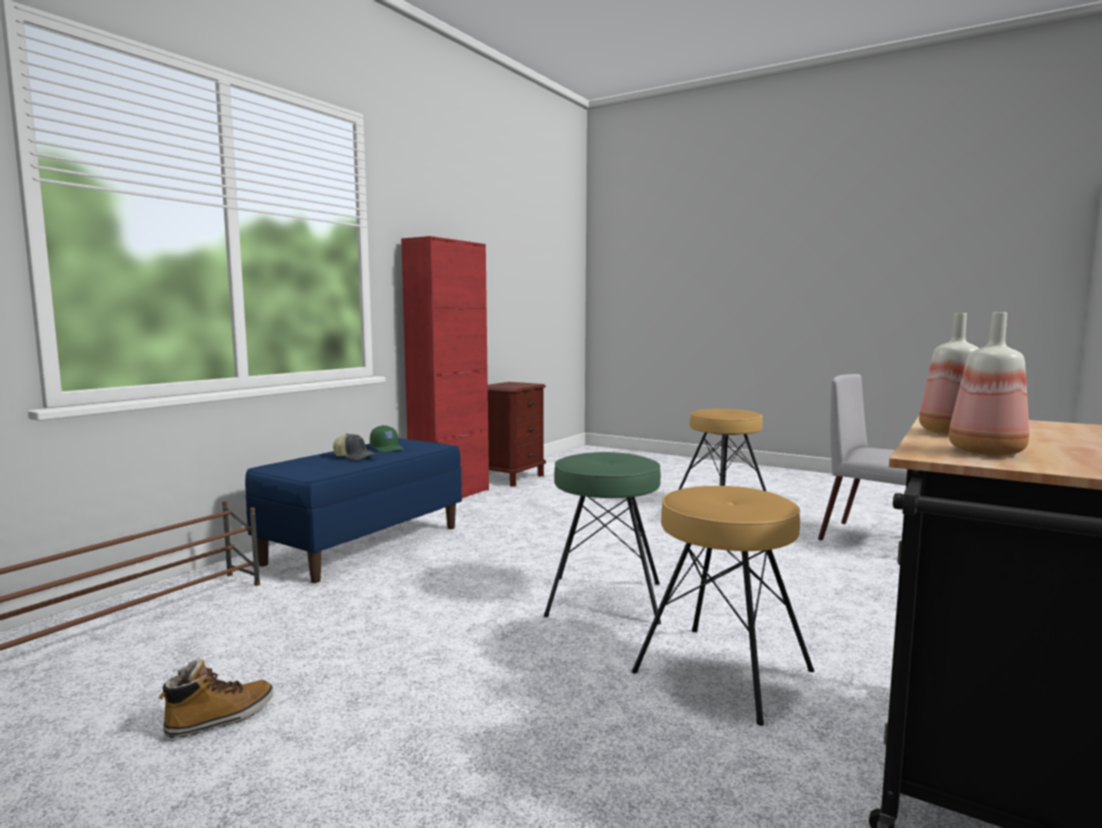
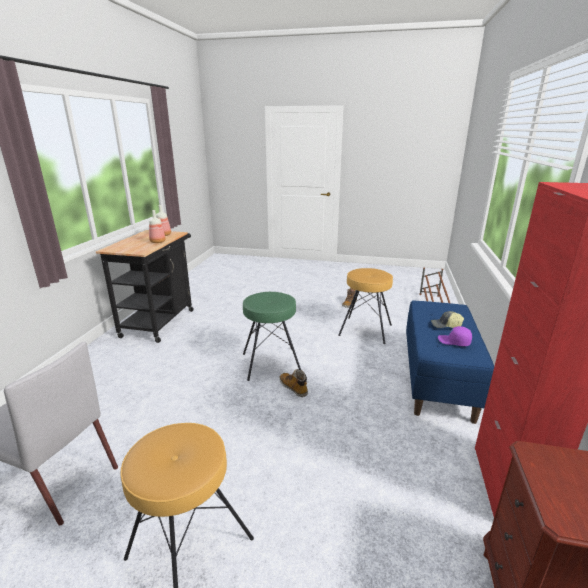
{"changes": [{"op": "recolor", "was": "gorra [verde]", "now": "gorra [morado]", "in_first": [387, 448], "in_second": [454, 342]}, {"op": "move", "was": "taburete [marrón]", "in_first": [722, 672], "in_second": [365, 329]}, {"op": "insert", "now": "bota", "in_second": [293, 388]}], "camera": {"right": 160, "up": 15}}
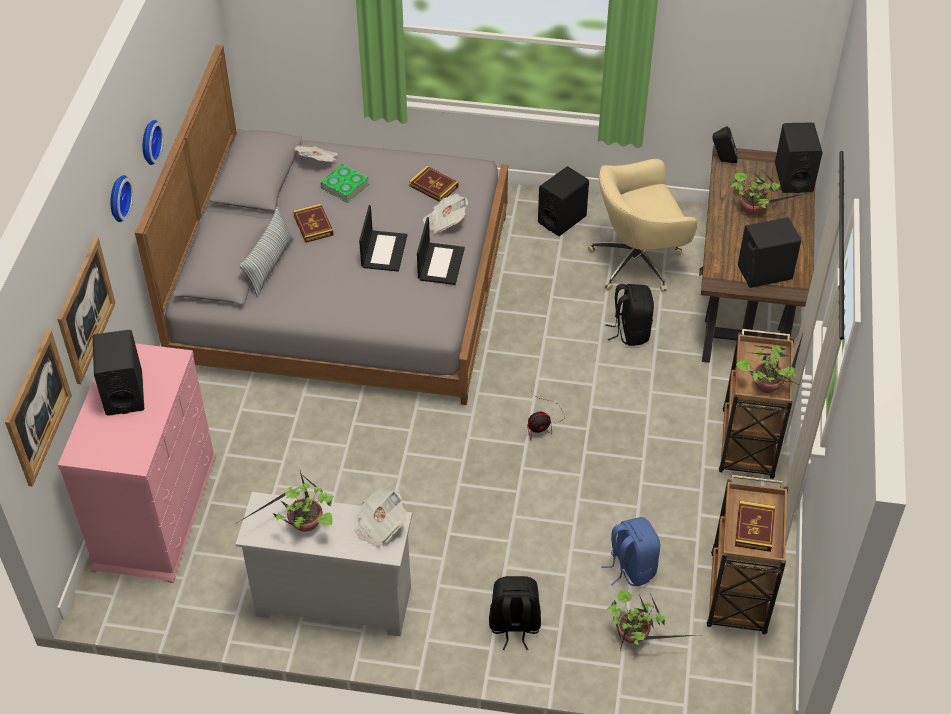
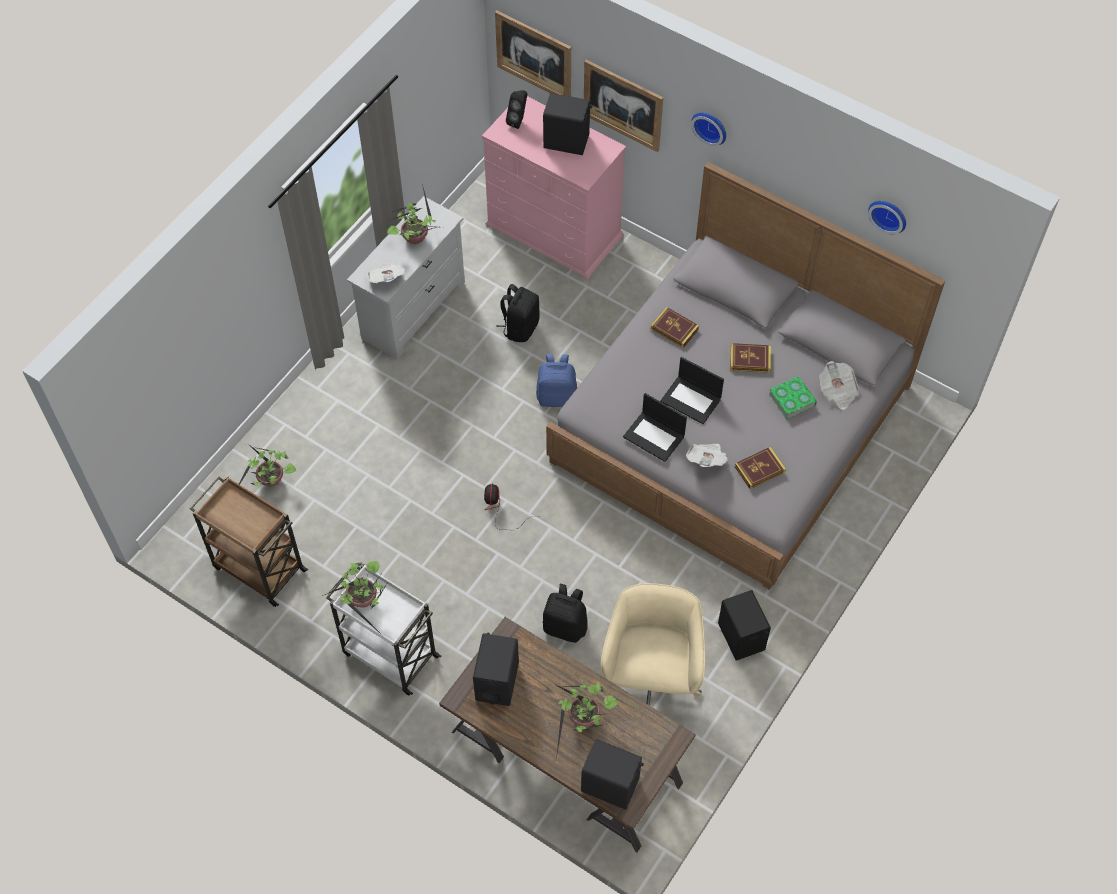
{"changes": [{"op": "move", "was": "reloj de pared", "in_first": [148, 141], "in_second": [889, 214]}, {"op": "move", "was": "altavoz [negro]", "in_first": [723, 160], "in_second": [518, 121]}, {"op": "delete", "was": "cojín", "in_first": [269, 265]}, {"op": "recolor", "was": "carrito [marrón]", "now": "carrito [blanco]", "in_first": [747, 446], "in_second": [389, 654]}, {"op": "move", "was": "libro", "in_first": [754, 528], "in_second": [674, 329]}, {"op": "move", "was": "mochila [azul]", "in_first": [630, 568], "in_second": [557, 396]}, {"op": "move", "was": "mochila [negro]", "in_first": [514, 626], "in_second": [520, 327]}], "camera": {"right": 115, "up": 10}}
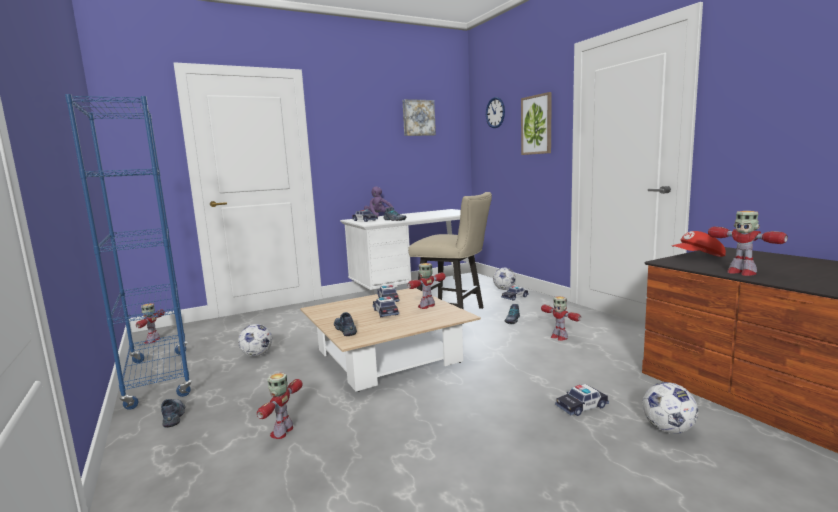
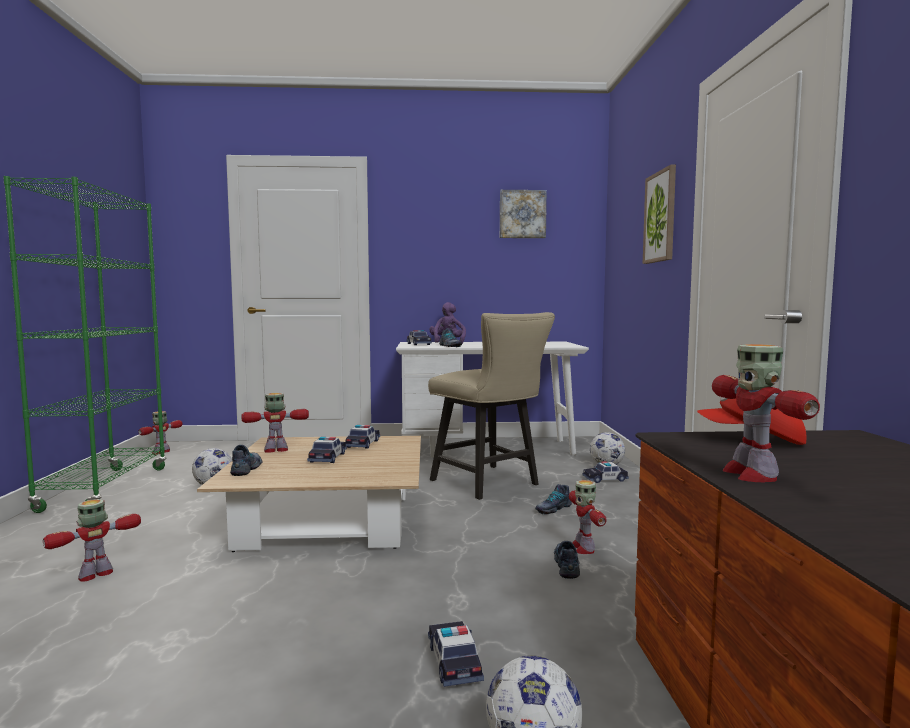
{"changes": [{"op": "recolor", "was": "estantería [azul]", "now": "estantería [verde]", "in_first": [159, 378], "in_second": [105, 489]}, {"op": "delete", "was": "reloj de pared", "in_first": [495, 112]}, {"op": "move", "was": "robot de juguete", "in_first": [427, 306], "in_second": [276, 450]}, {"op": "rotate", "was": "coche de juguete", "in_first": [582, 406], "in_second": [454, 661], "clockwise": 75}, {"op": "move", "was": "zapato", "in_first": [174, 416], "in_second": [567, 565]}], "camera": {"right": 25, "up": -5}}
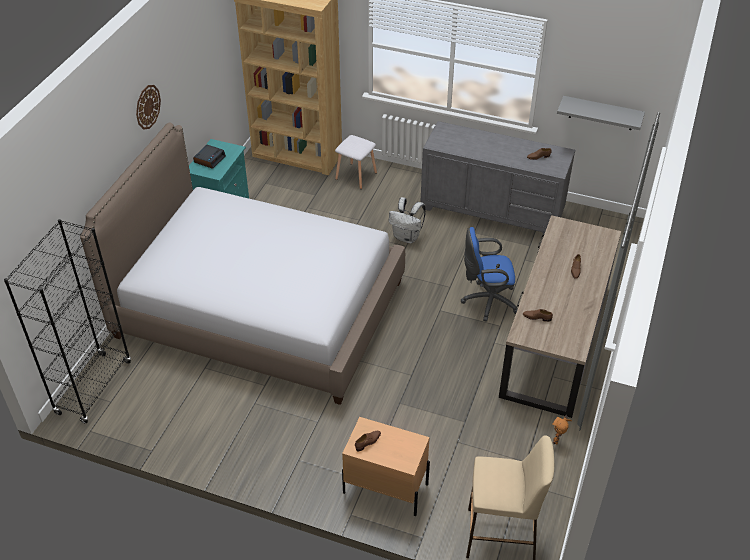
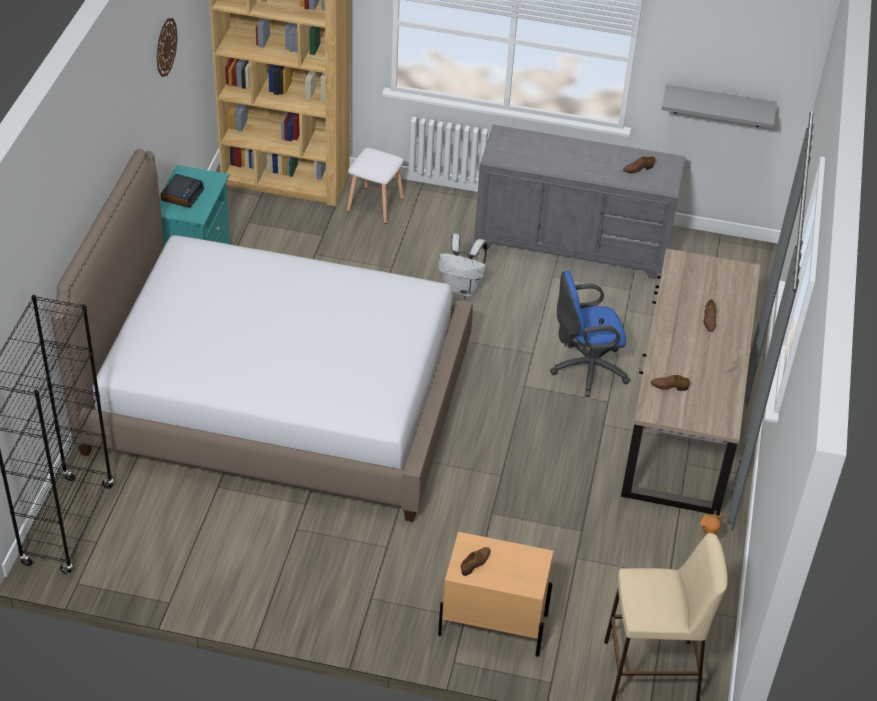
{"changes": [{"op": "move", "was": "reloj de pared", "in_first": [147, 107], "in_second": [165, 47]}], "camera": {"right": -10, "up": 0}}
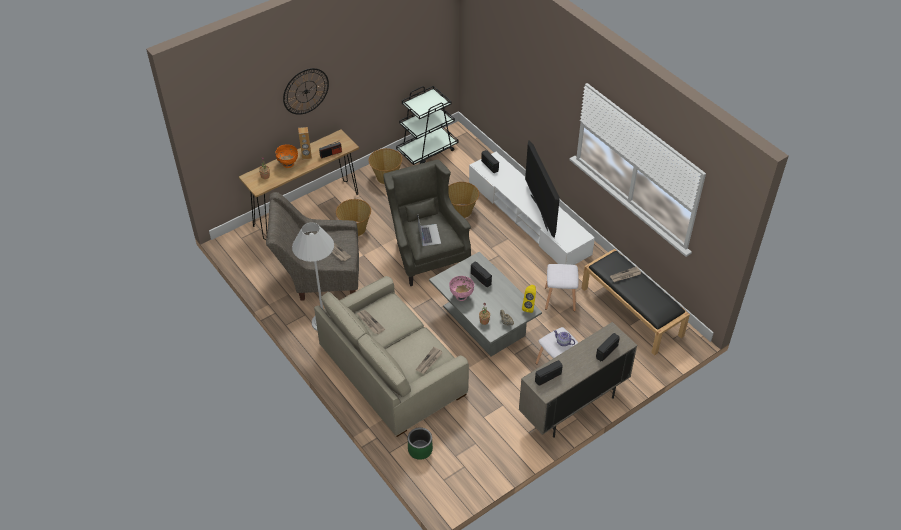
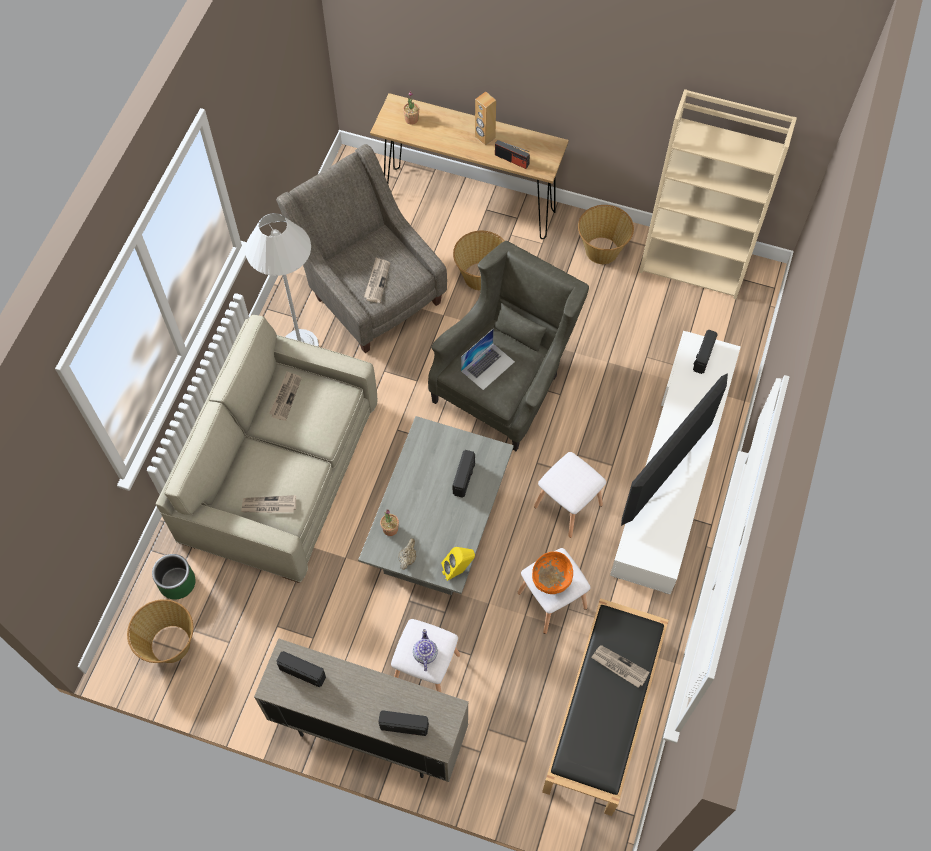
{"changes": [{"op": "delete", "was": "reloj de pared", "in_first": [306, 91]}, {"op": "replace", "was": "carrito [negro]", "now": "estantería [beis]", "in_first": [427, 150], "in_second": [695, 264]}, {"op": "move", "was": "cuenco [naranja]", "in_first": [288, 164], "in_second": [551, 581]}, {"op": "move", "was": "cesta", "in_first": [461, 211], "in_second": [170, 644]}, {"op": "delete", "was": "cuenco [rosa]", "in_first": [461, 296]}, {"op": "insert", "now": "taburete [blanco]", "in_second": [568, 507]}], "camera": {"right": 55, "up": 15}}
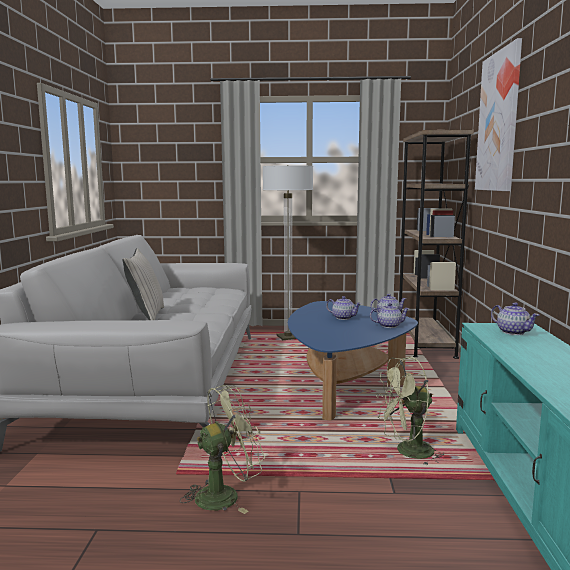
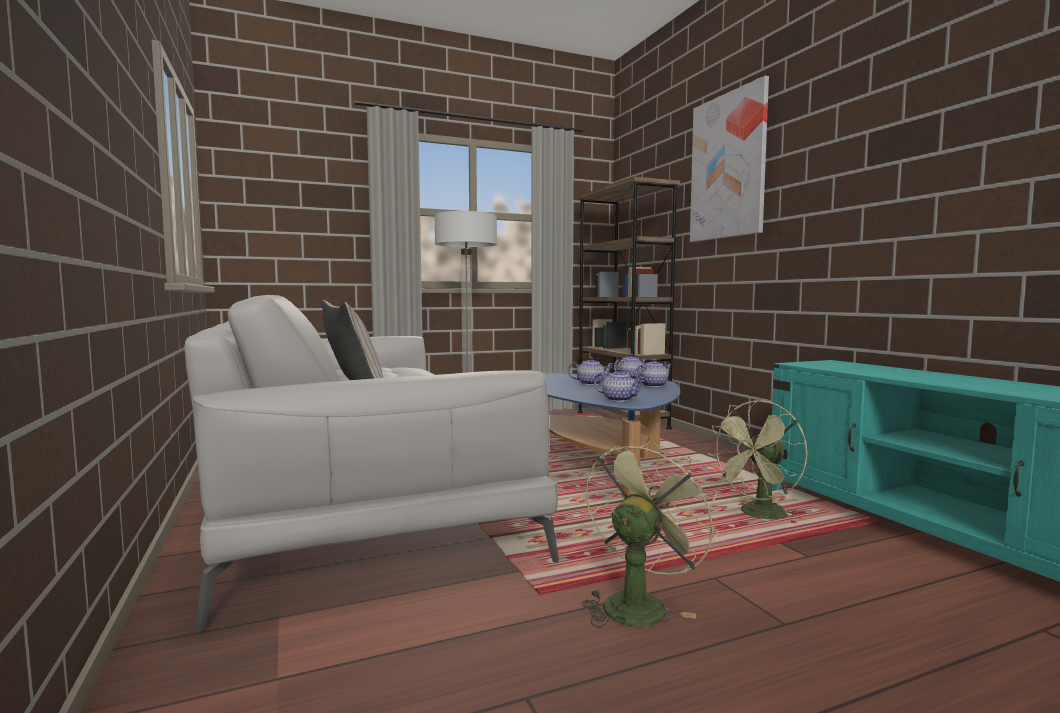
{"changes": [{"op": "move", "was": "tetera", "in_first": [513, 332], "in_second": [618, 399]}], "camera": {"right": -25, "up": -5}}
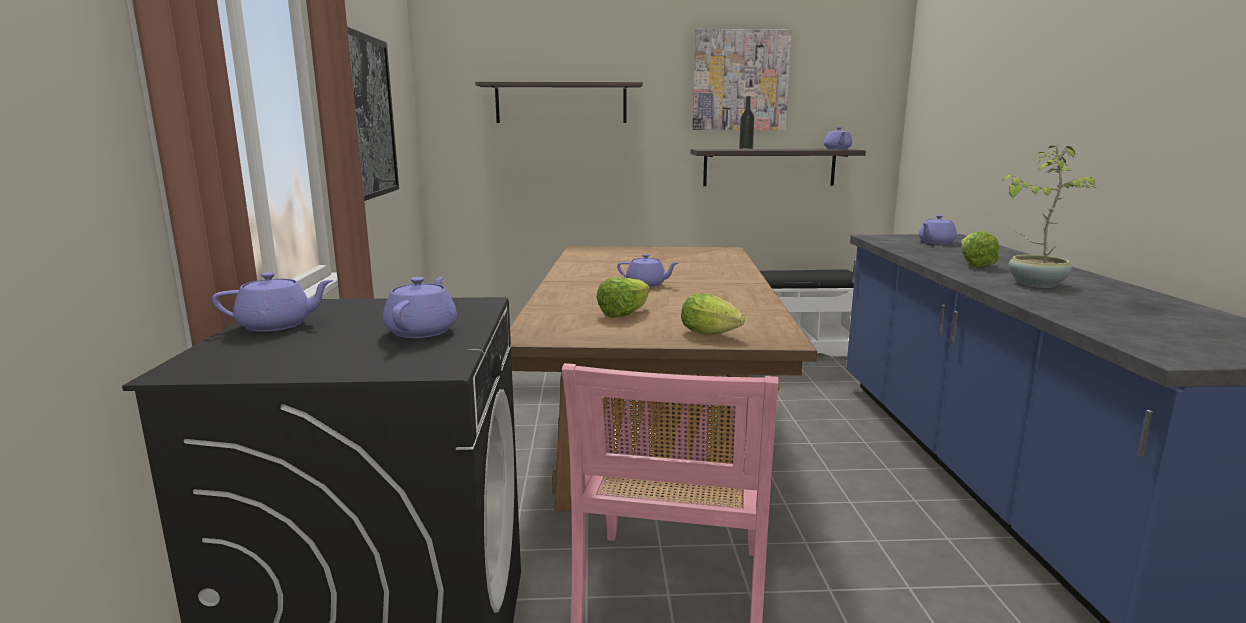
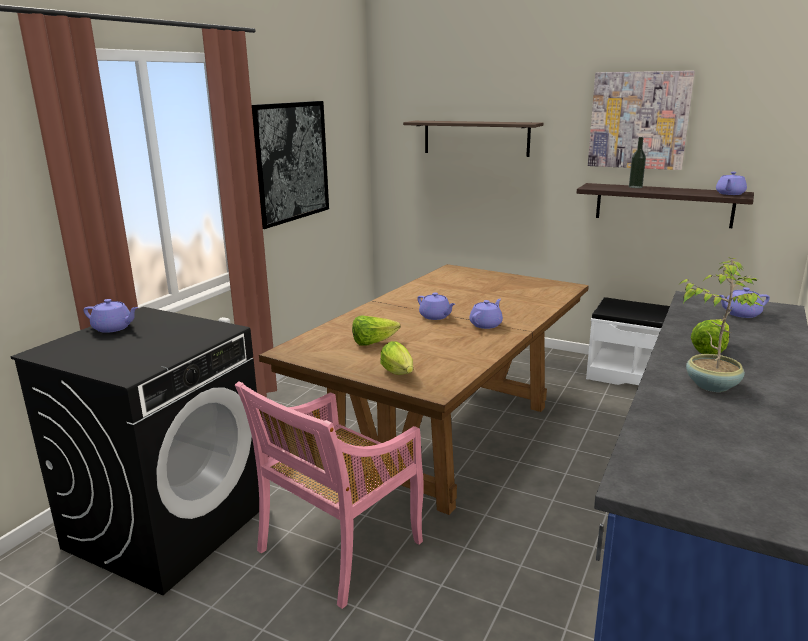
{"changes": [{"op": "move", "was": "tetera [morado]", "in_first": [422, 331], "in_second": [486, 324]}], "camera": {"right": 30, "up": 5}}
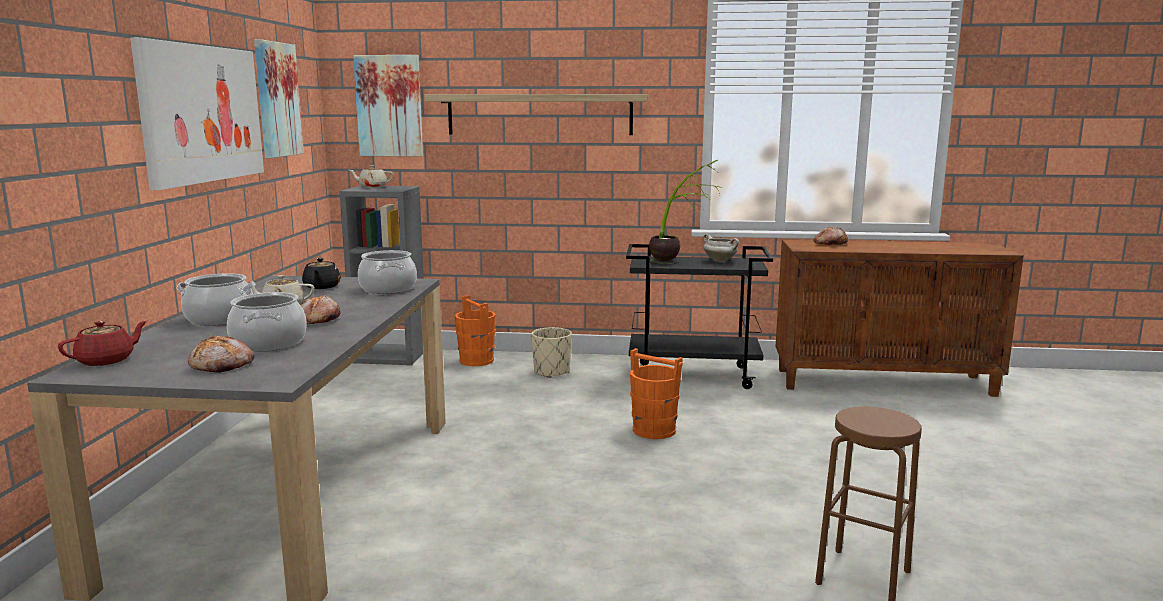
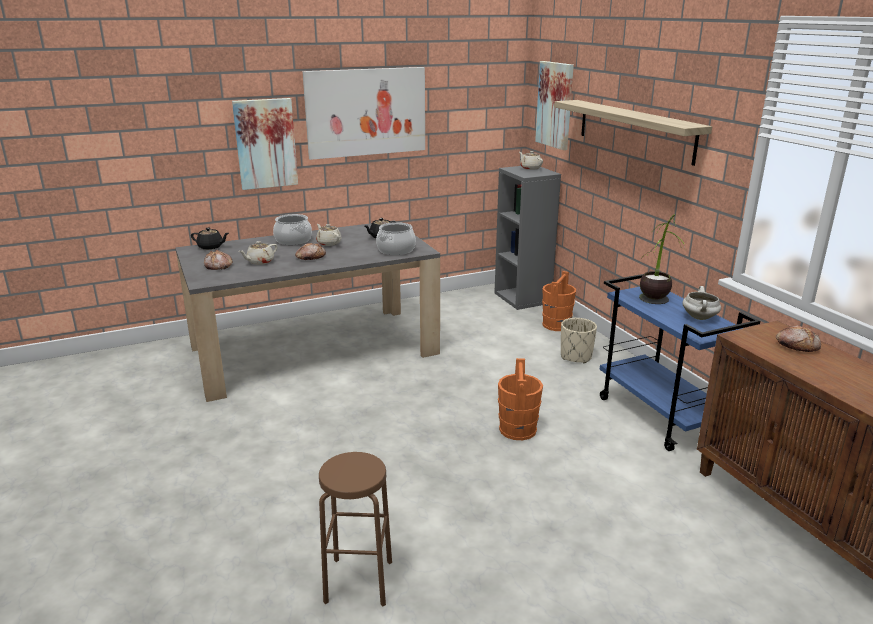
{"changes": [{"op": "move", "was": "cuadro", "in_first": [277, 99], "in_second": [265, 143]}, {"op": "recolor", "was": "carrito [negro]", "now": "carrito [azul]", "in_first": [694, 376], "in_second": [660, 416]}, {"op": "replace", "was": "olla", "now": "tetera [beis]", "in_first": [268, 343], "in_second": [260, 262]}, {"op": "recolor", "was": "tetera [rojo]", "now": "tetera [negro]", "in_first": [107, 360], "in_second": [211, 247]}], "camera": {"right": 60, "up": 10}}
